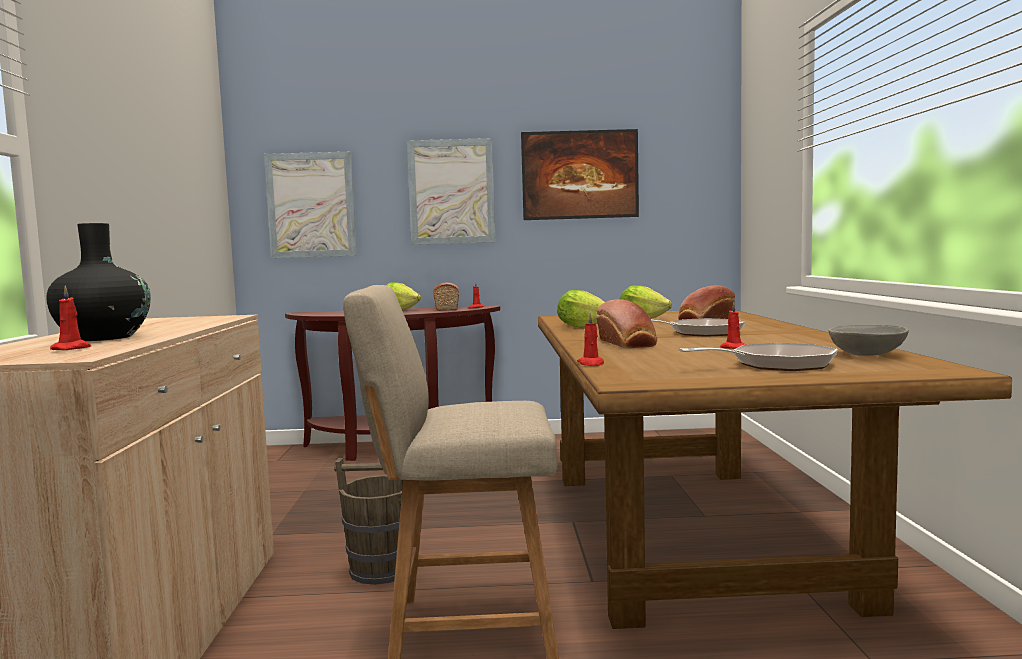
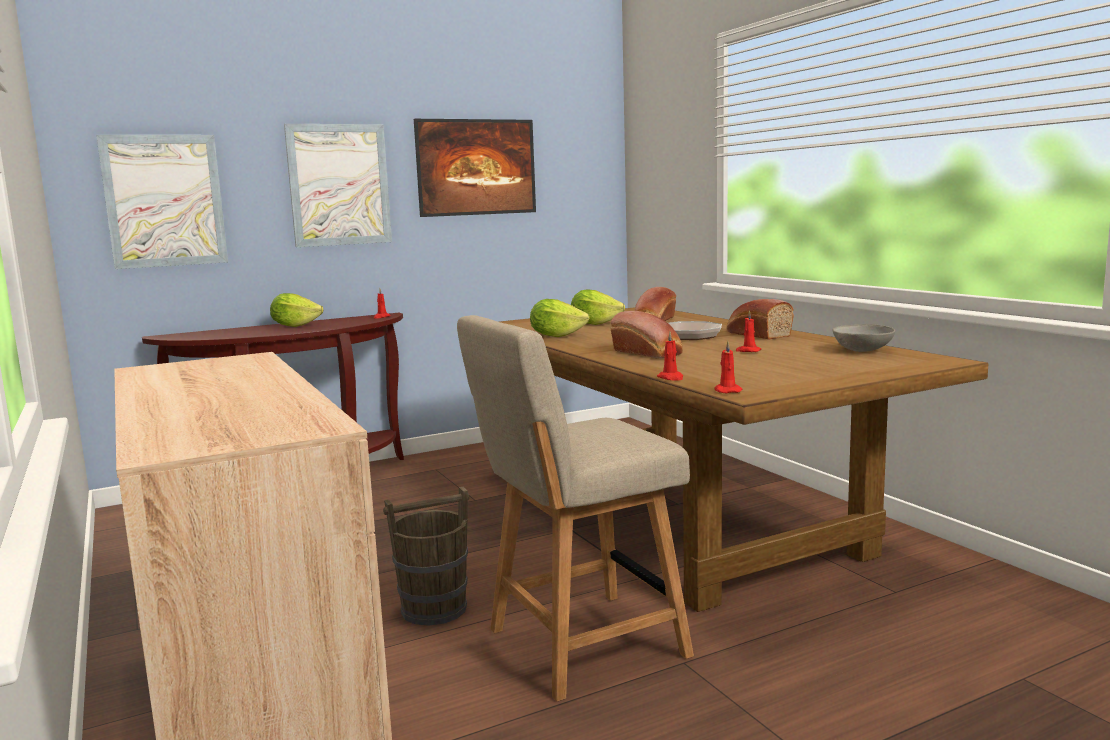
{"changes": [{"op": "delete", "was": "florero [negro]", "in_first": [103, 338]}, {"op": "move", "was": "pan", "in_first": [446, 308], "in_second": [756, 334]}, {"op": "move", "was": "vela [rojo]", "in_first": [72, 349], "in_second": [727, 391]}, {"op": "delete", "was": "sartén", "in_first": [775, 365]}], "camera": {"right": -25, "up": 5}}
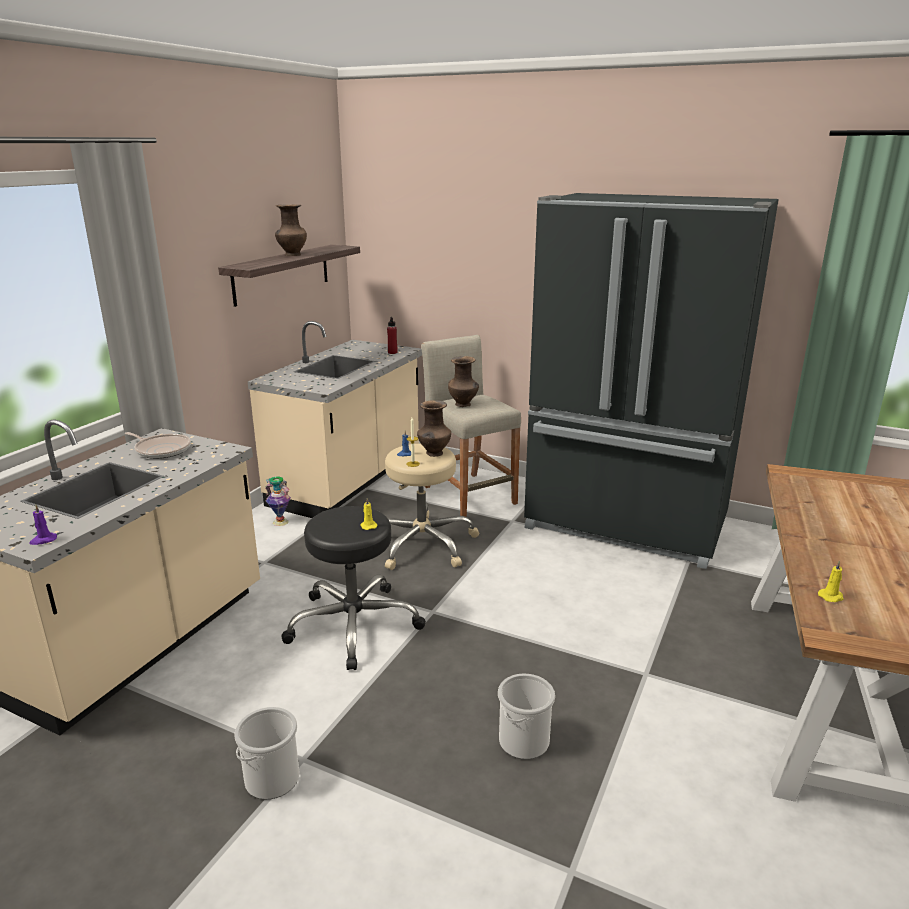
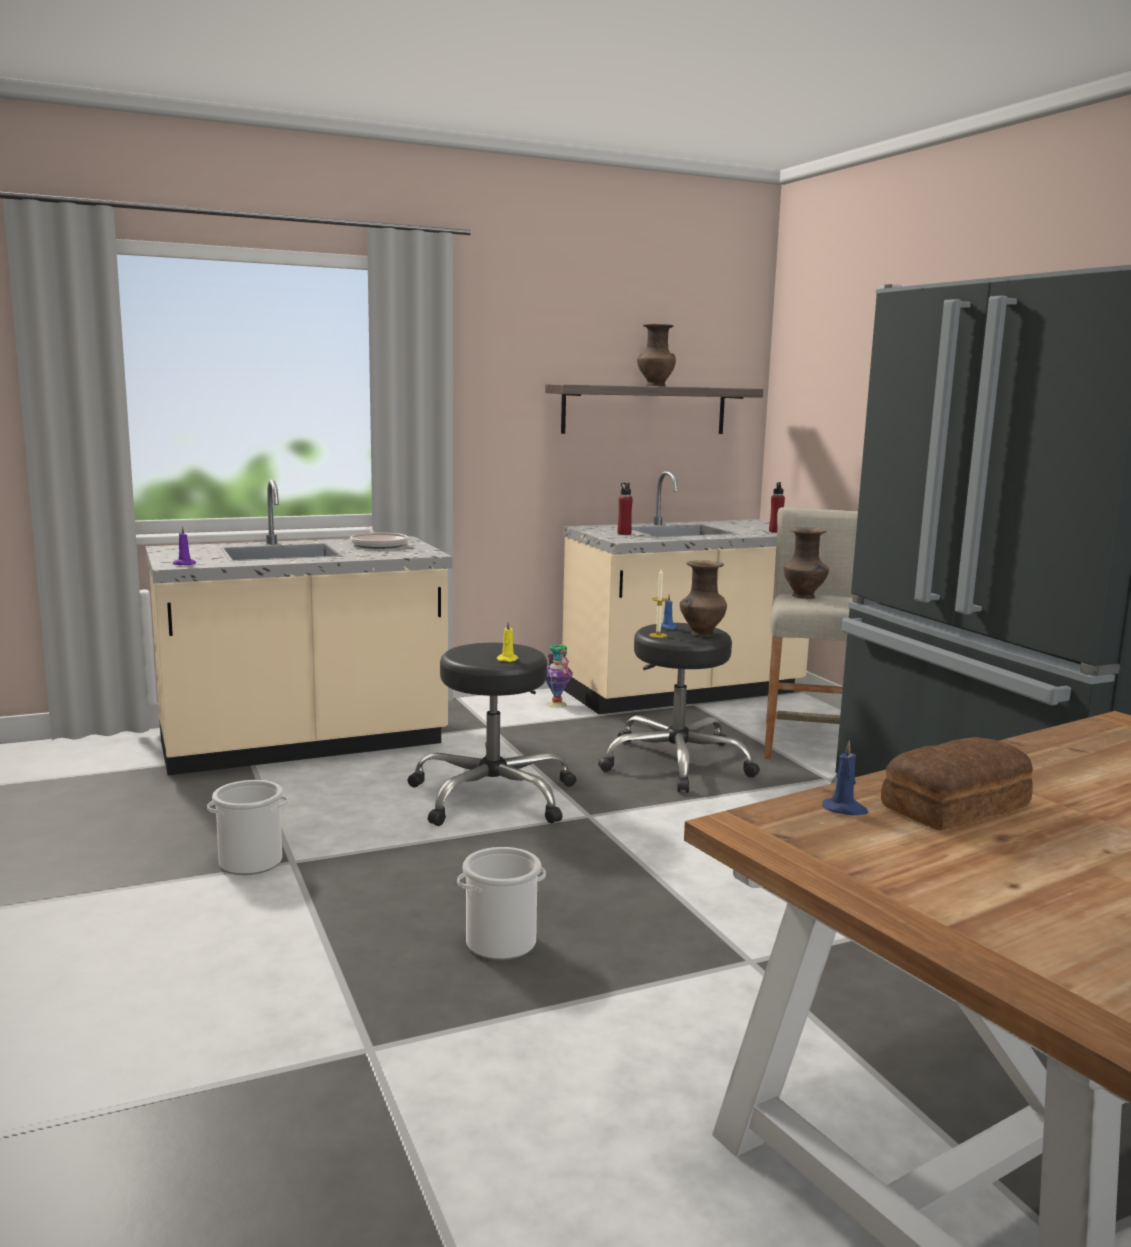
{"changes": [{"op": "recolor", "was": "taburete [beis]", "now": "taburete [negro]", "in_first": [422, 544], "in_second": [676, 763]}, {"op": "recolor", "was": "vela [amarillo]", "now": "vela [azul]", "in_first": [831, 596], "in_second": [845, 809]}, {"op": "insert", "now": "botella [rojo]", "in_second": [624, 534]}, {"op": "insert", "now": "pan", "in_second": [959, 807]}], "camera": {"right": 40, "up": -10}}
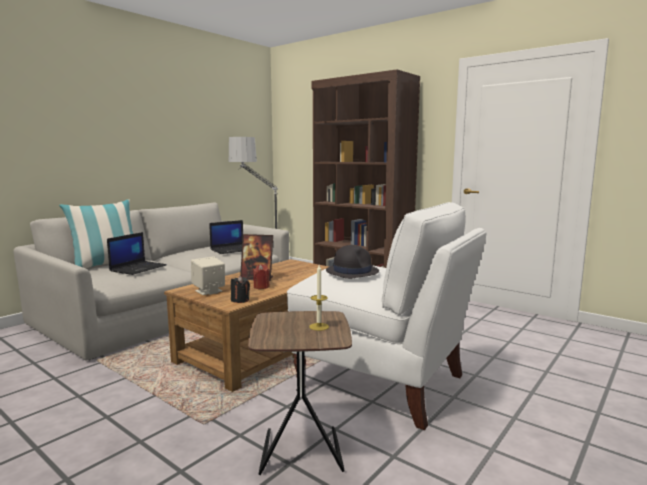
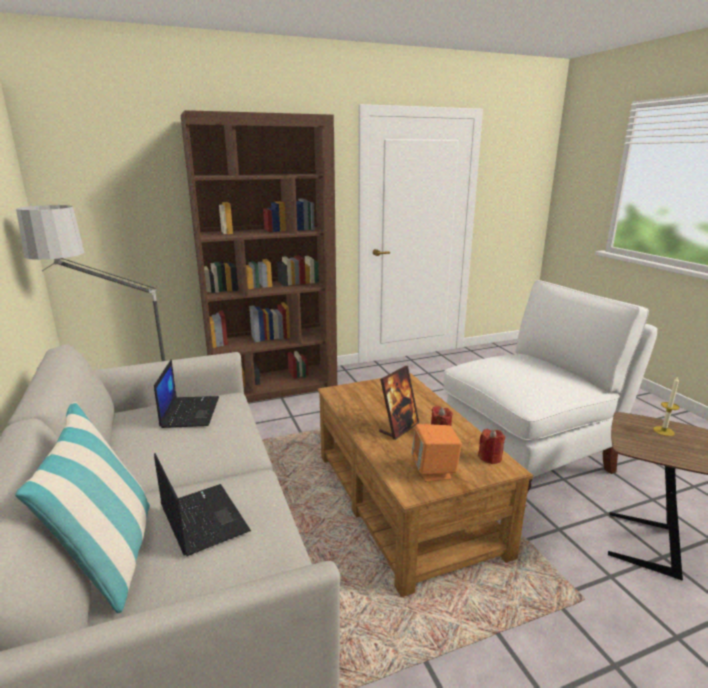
{"changes": [{"op": "delete", "was": "sombrero [negro]", "in_first": [352, 271]}, {"op": "recolor", "was": "altavoz [beis]", "now": "altavoz [naranja]", "in_first": [208, 291], "in_second": [434, 471]}, {"op": "recolor", "was": "vela [negro]", "now": "vela [rojo]", "in_first": [240, 300], "in_second": [490, 458]}], "camera": {"right": -60, "up": 10}}
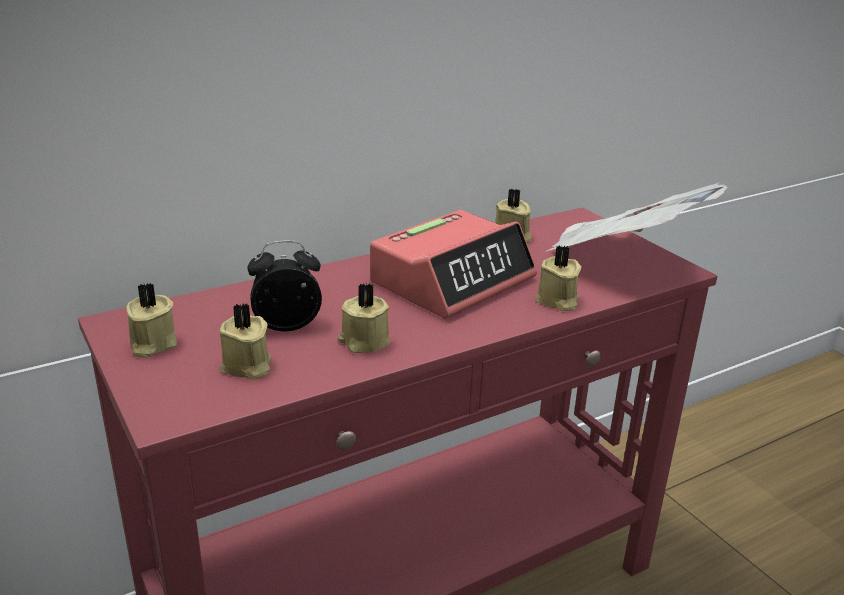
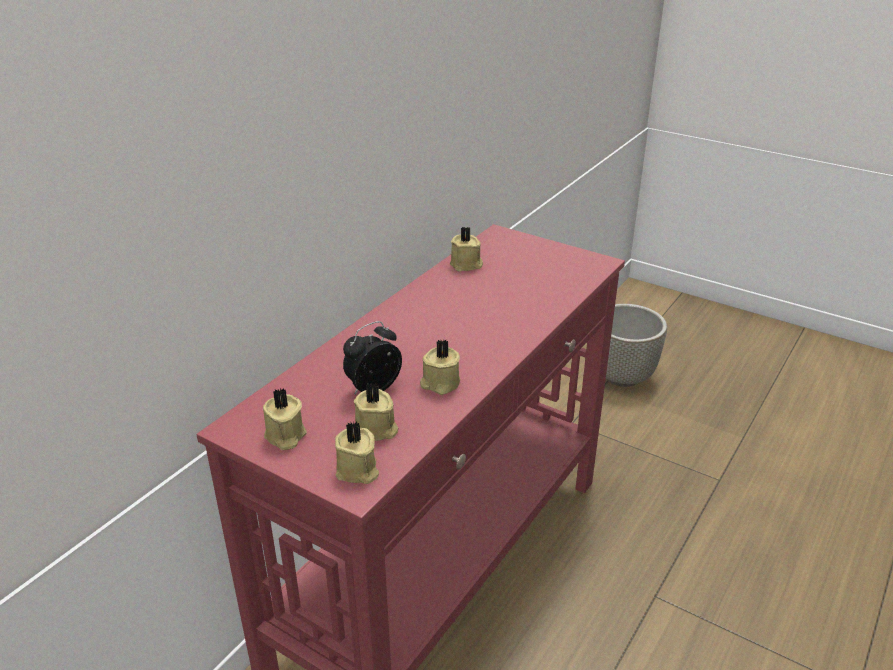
{"changes": [{"op": "delete", "was": "periódico", "in_first": [623, 258]}, {"op": "delete", "was": "despertador", "in_first": [453, 280]}, {"op": "move", "was": "vela [beis]", "in_first": [557, 301], "in_second": [357, 471]}, {"op": "insert", "now": "maceta [gris]", "in_second": [622, 377]}], "camera": {"right": -25, "up": 5}}
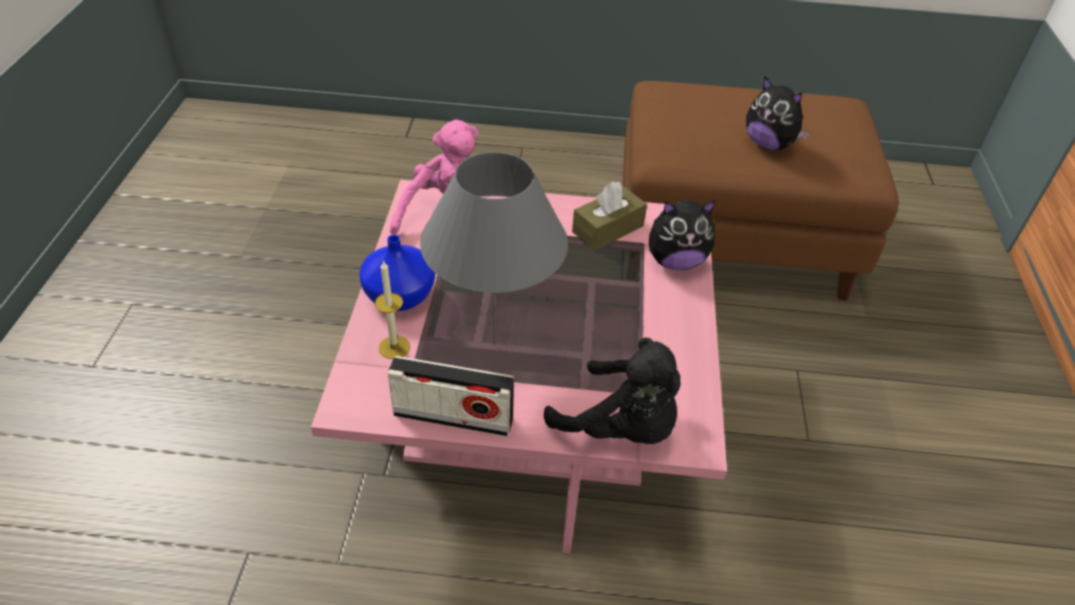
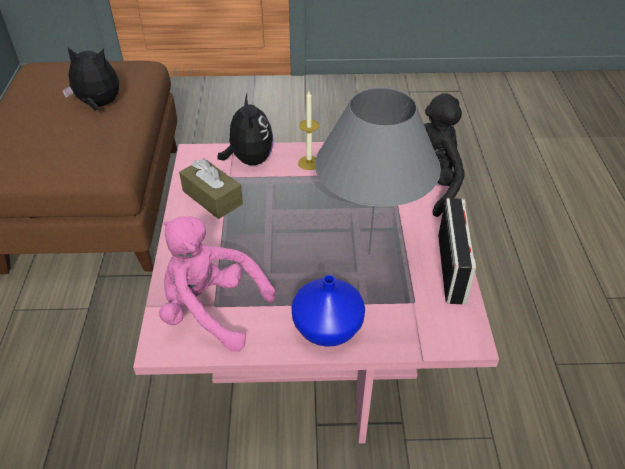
{"changes": [{"op": "rotate", "was": "peluche", "in_first": [769, 144], "in_second": [98, 105], "clockwise": -120}, {"op": "move", "was": "vela", "in_first": [394, 347], "in_second": [309, 163]}], "camera": {"right": -95, "up": 0}}
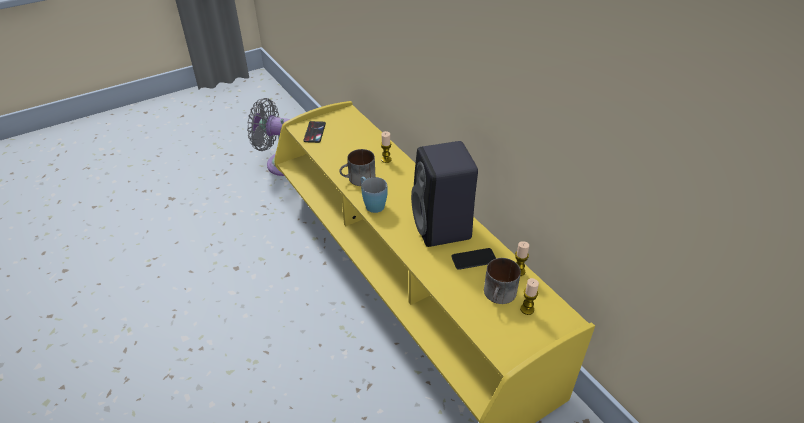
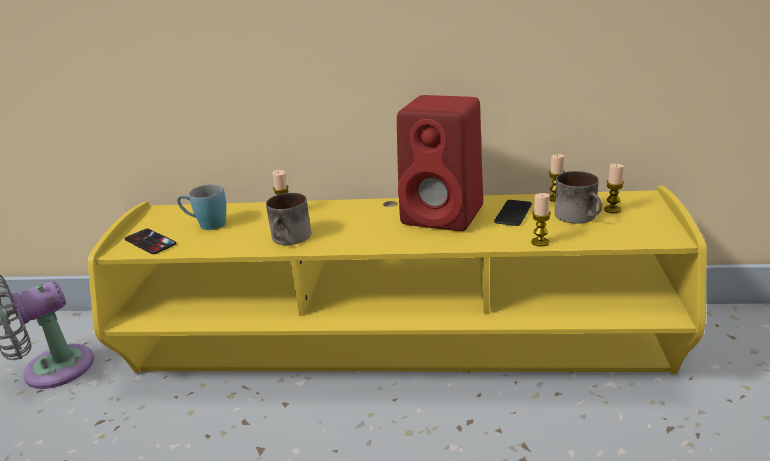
{"changes": [{"op": "recolor", "was": "altavoz [negro]", "now": "altavoz [rojo]", "in_first": [442, 228], "in_second": [445, 215]}, {"op": "move", "was": "taza grande [azul]", "in_first": [372, 203], "in_second": [206, 225]}, {"op": "insert", "now": "vela", "in_second": [540, 242]}], "camera": {"right": -50, "up": -15}}
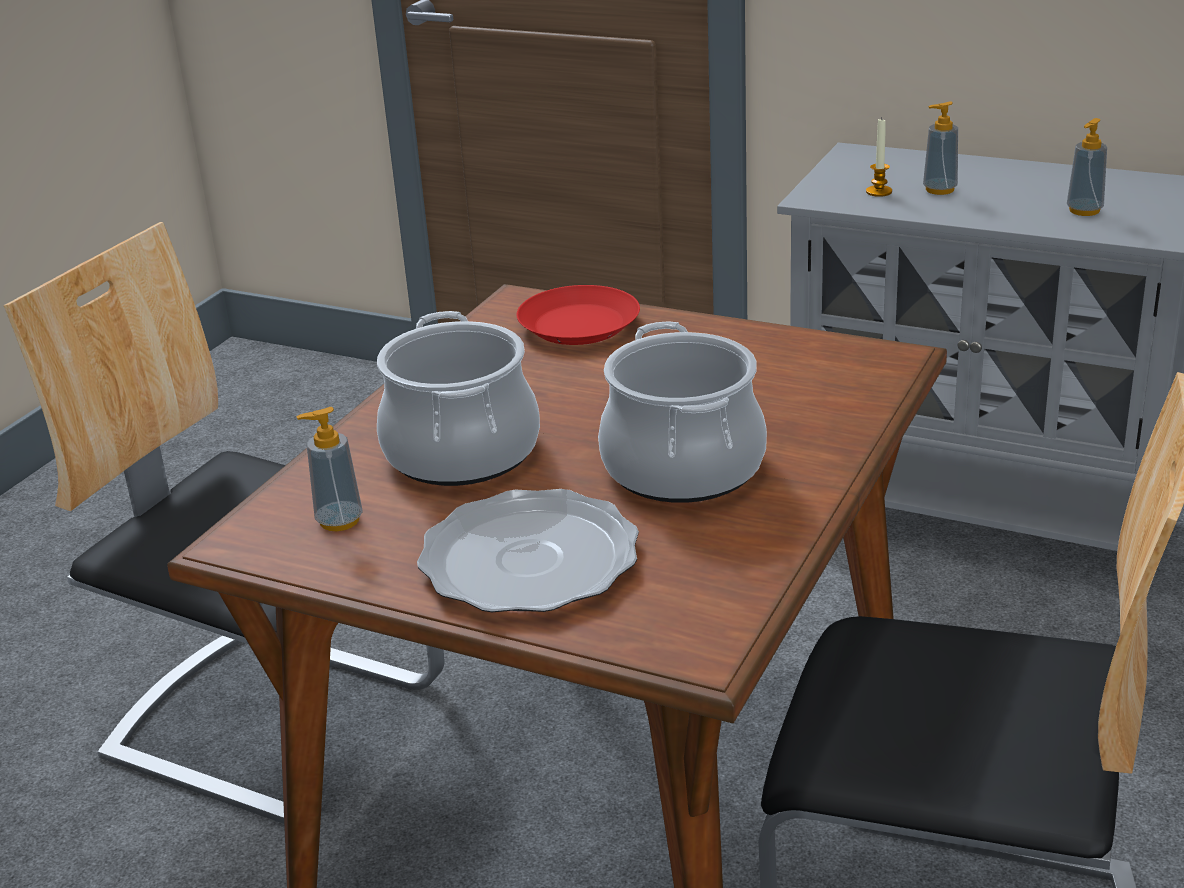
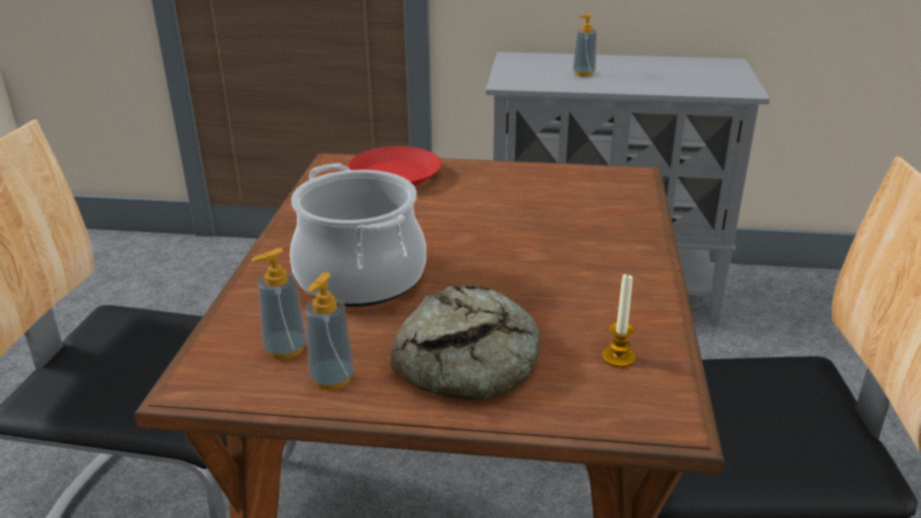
{"changes": [{"op": "move", "was": "dispensador de jabón", "in_first": [1084, 210], "in_second": [332, 378]}, {"op": "move", "was": "vela", "in_first": [879, 192], "in_second": [618, 357]}, {"op": "delete", "was": "olla", "in_first": [684, 467]}, {"op": "replace", "was": "plato", "now": "pan", "in_first": [530, 559], "in_second": [473, 358]}], "camera": {"right": -20, "up": 0}}
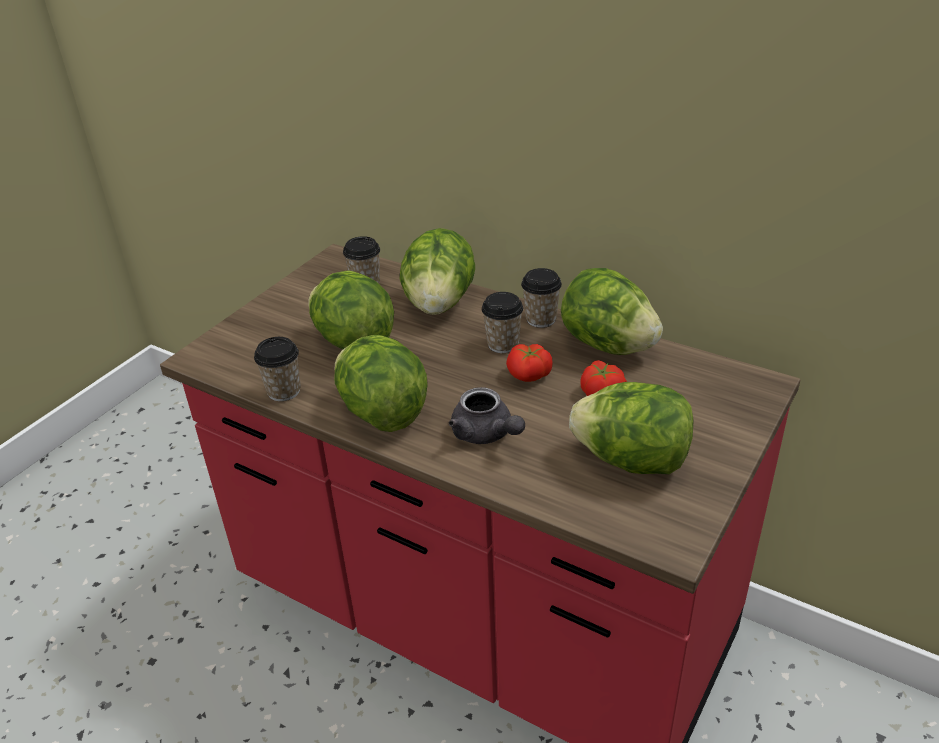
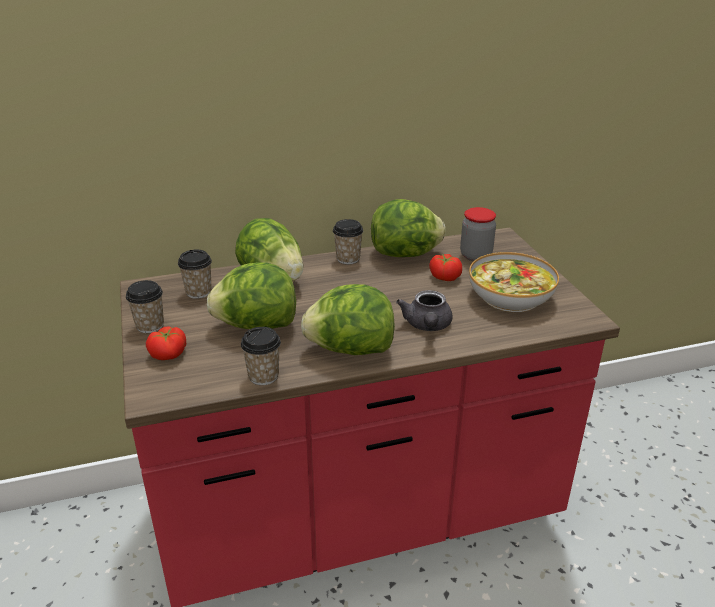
{"changes": [{"op": "move", "was": "taza", "in_first": [503, 344], "in_second": [150, 326]}, {"op": "move", "was": "tomate", "in_first": [529, 375], "in_second": [169, 354]}, {"op": "replace", "was": "lechuga", "now": "cuenco", "in_first": [632, 460], "in_second": [511, 296]}, {"op": "rotate", "was": "tetera [gris]", "in_first": [486, 434], "in_second": [427, 326], "clockwise": 90}, {"op": "insert", "now": "tarro", "in_second": [475, 256]}], "camera": {"right": -50, "up": -5}}
